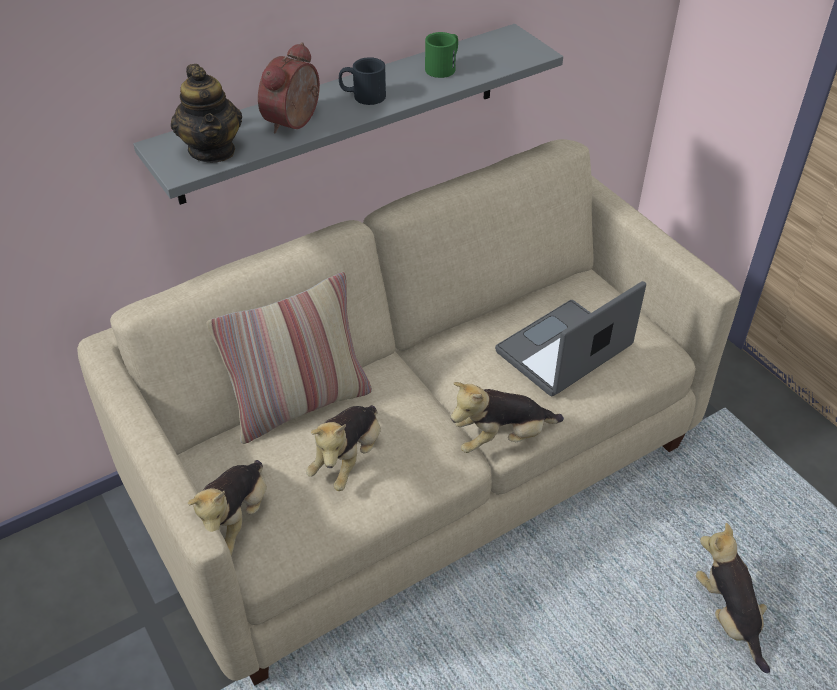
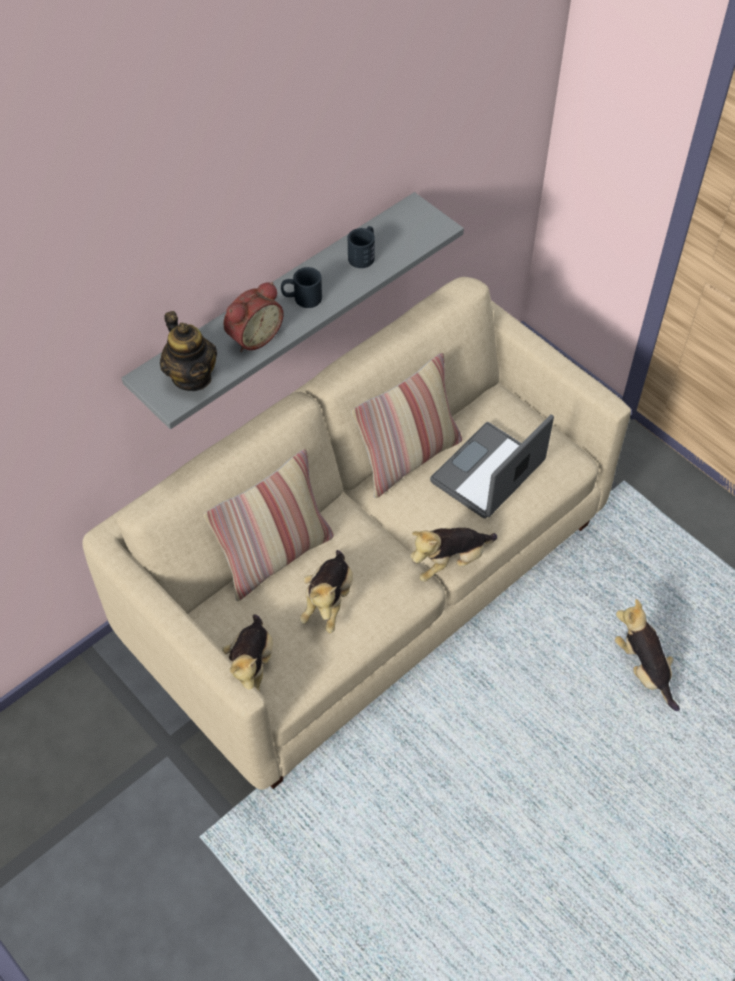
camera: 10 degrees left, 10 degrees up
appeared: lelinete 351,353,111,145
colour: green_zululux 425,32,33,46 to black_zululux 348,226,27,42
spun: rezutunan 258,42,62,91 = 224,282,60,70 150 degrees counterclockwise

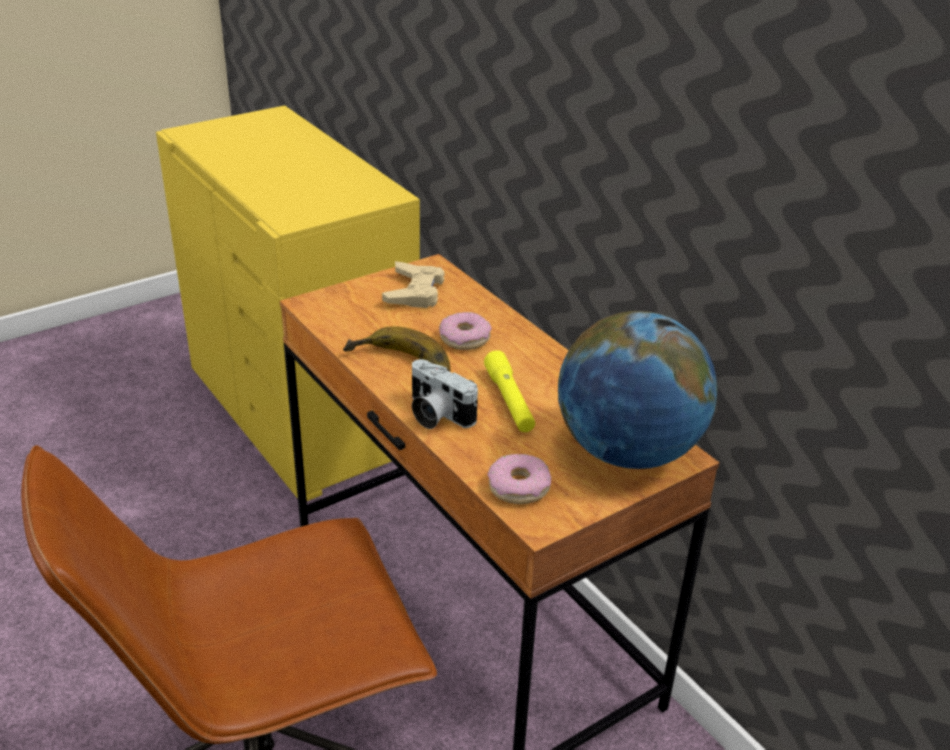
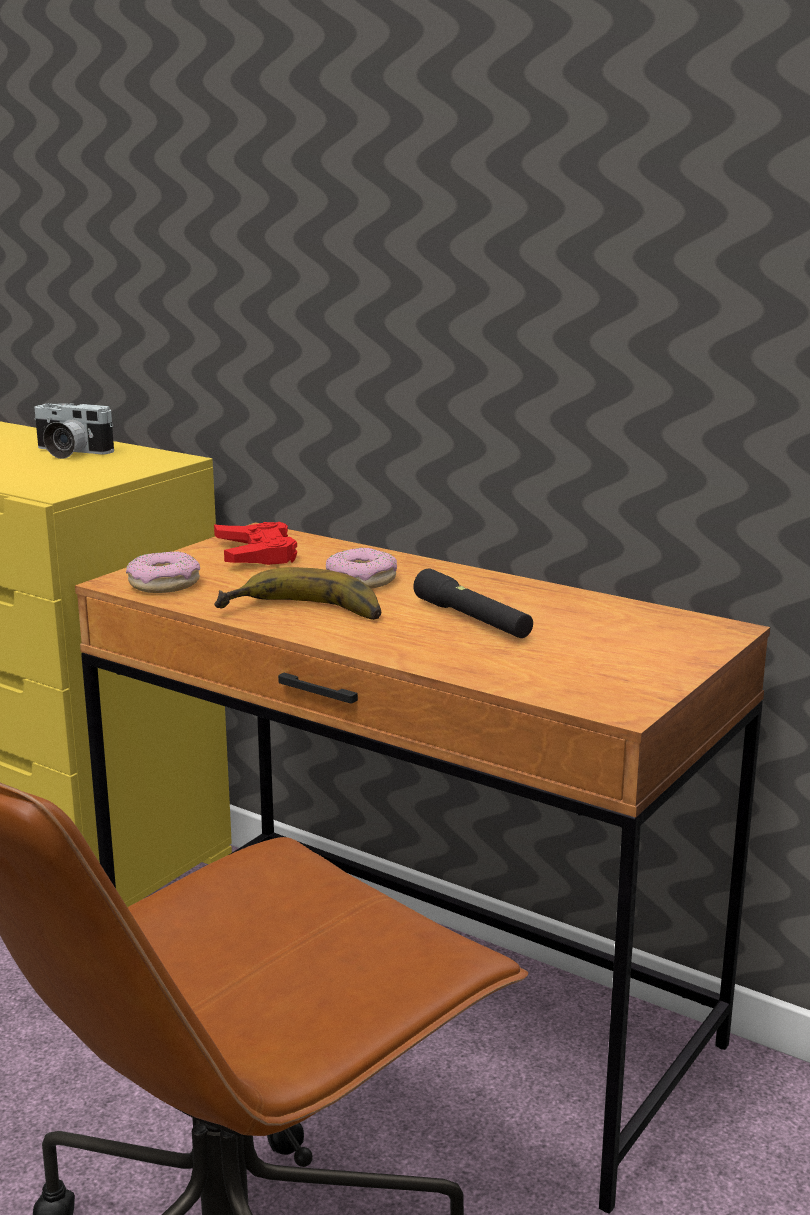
camera: 20 degrees left, 15 degrees down
missing: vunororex 558,311,160,158
relocated: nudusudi 412,359,66,70 to 34,403,80,56; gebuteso 487,454,64,50 to 126,551,74,42
colour: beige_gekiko 382,261,63,47 to red_gekiko 214,522,83,43; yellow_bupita 484,350,51,82 to black_bupita 413,569,120,69

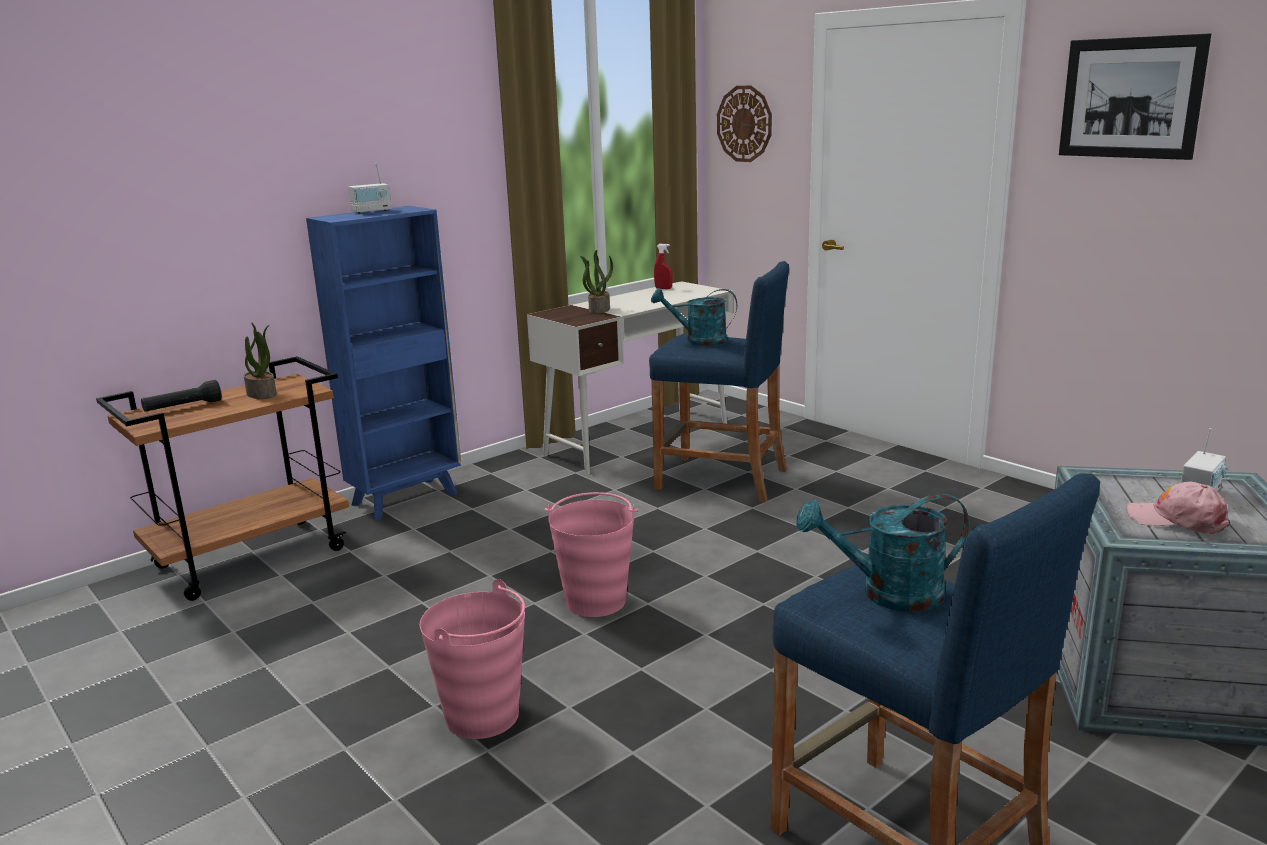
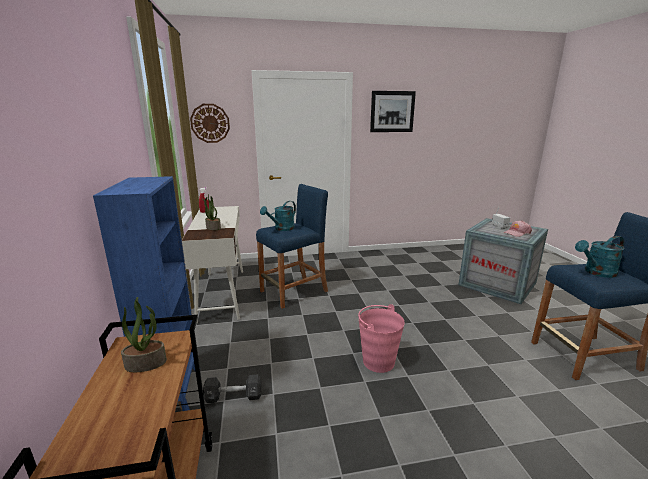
camera: 60 degrees left, 0 degrees up
missing: black_bupita 141,380,81,32; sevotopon 348,164,44,50; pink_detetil 420,579,105,160
appeared: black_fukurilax 203,375,59,28
spun: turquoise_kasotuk 796,494,173,118 = 575,236,50,42 45 degrees clockwise

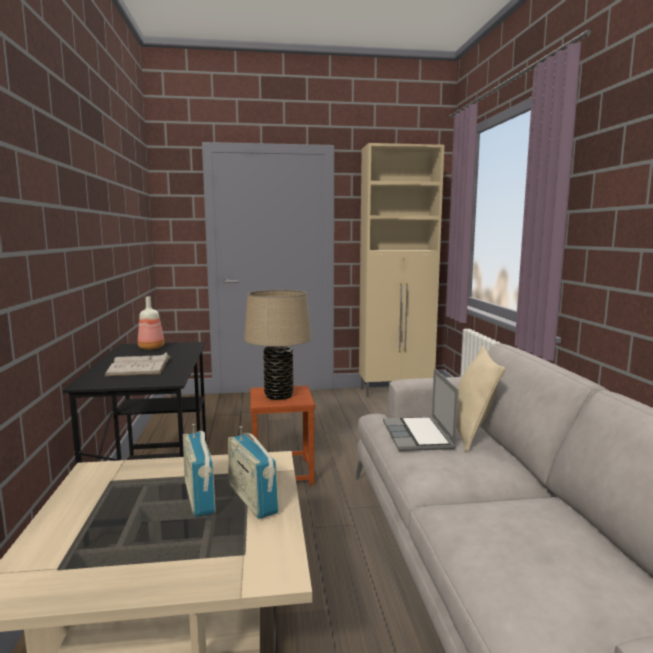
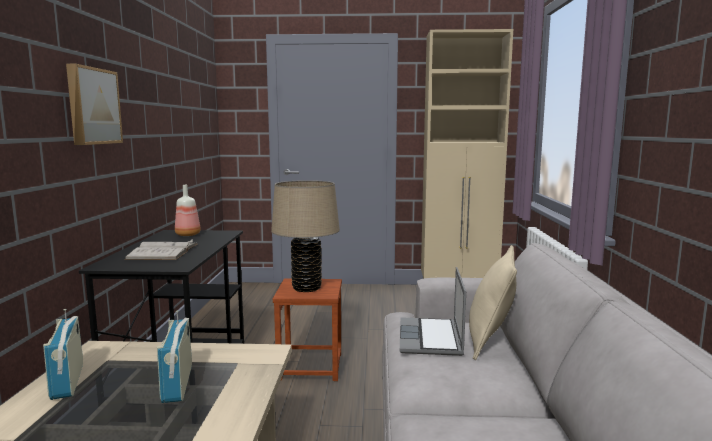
camera: 10 degrees right, 0 degrees up
appeared: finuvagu 66,64,57,81
relocated: sevotopon 228,426,51,93 to 43,309,40,91

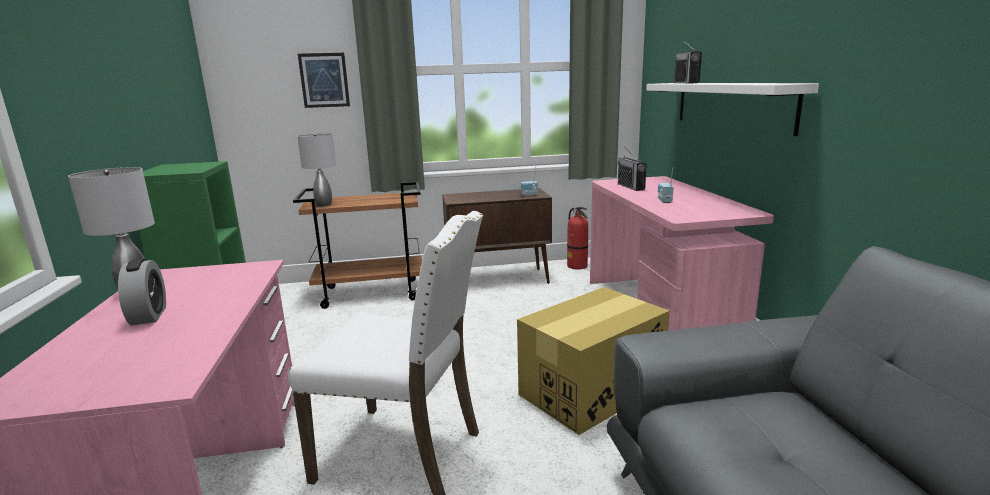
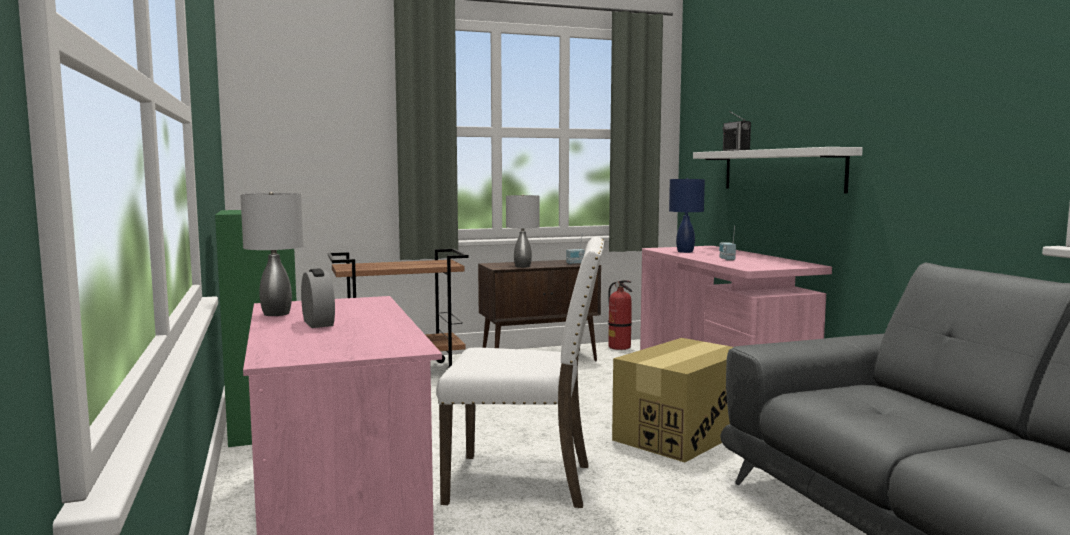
camera: 10 degrees left, 10 degrees down
missing: finuvagu 298,53,52,55
relocated: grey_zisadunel 297,133,39,74 to 506,194,33,74
exchanged: sevotopon 618,148,29,43 to blue_zisadunel 669,178,36,75

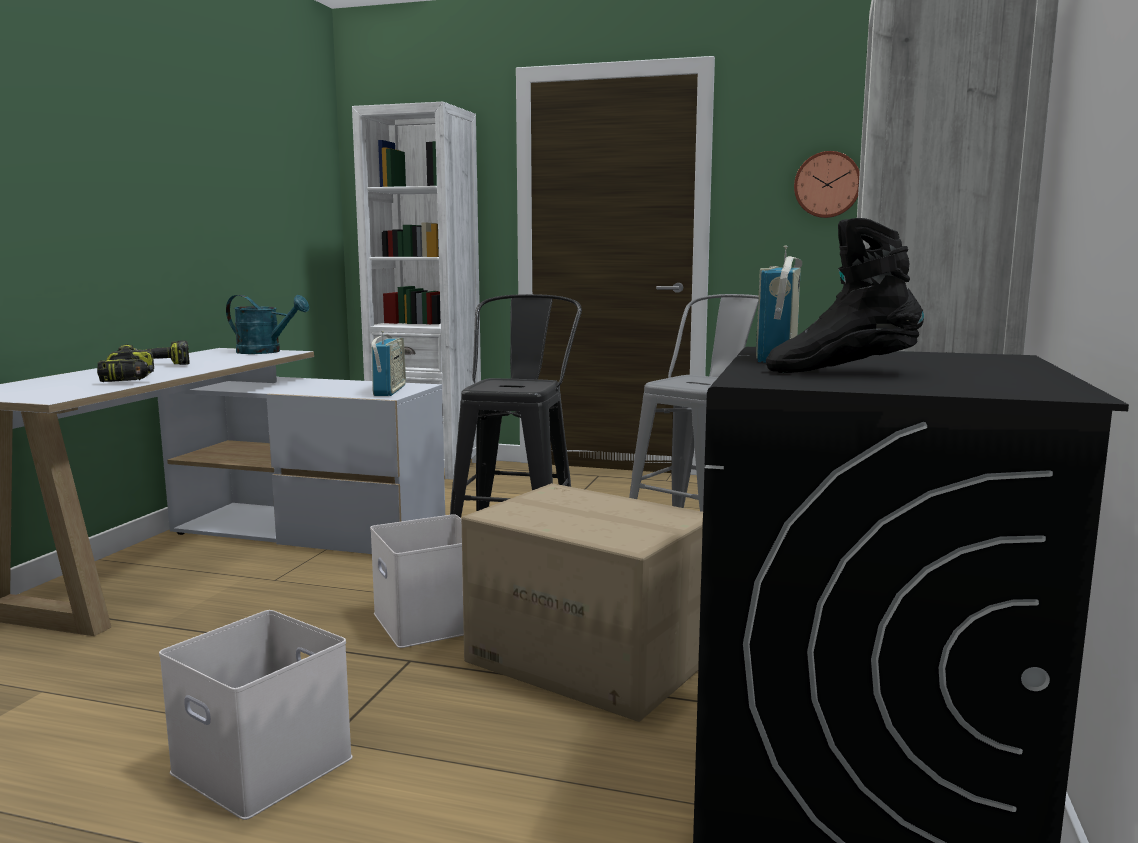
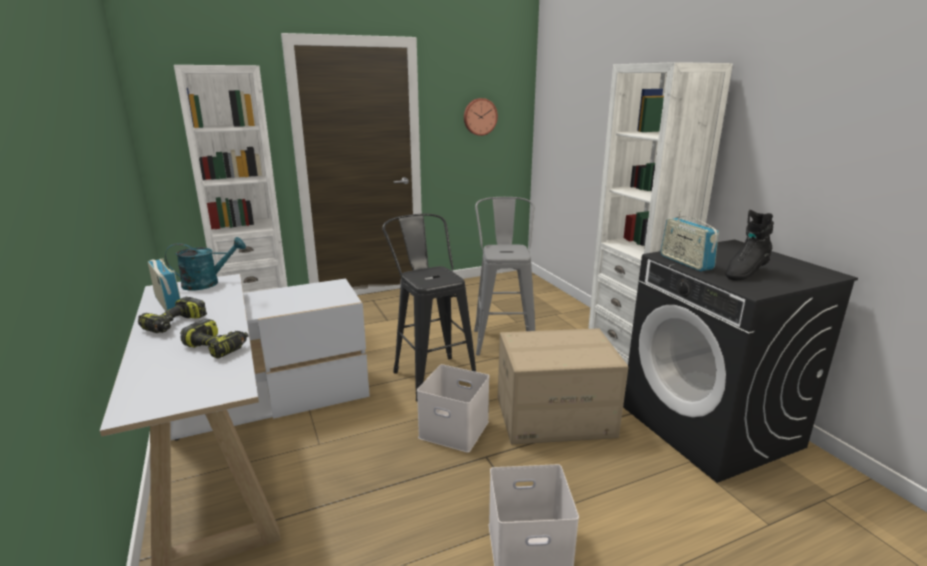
camera: 40 degrees left, 10 degrees up
relocated: sevotopon 372,331,34,65 to 148,258,33,54

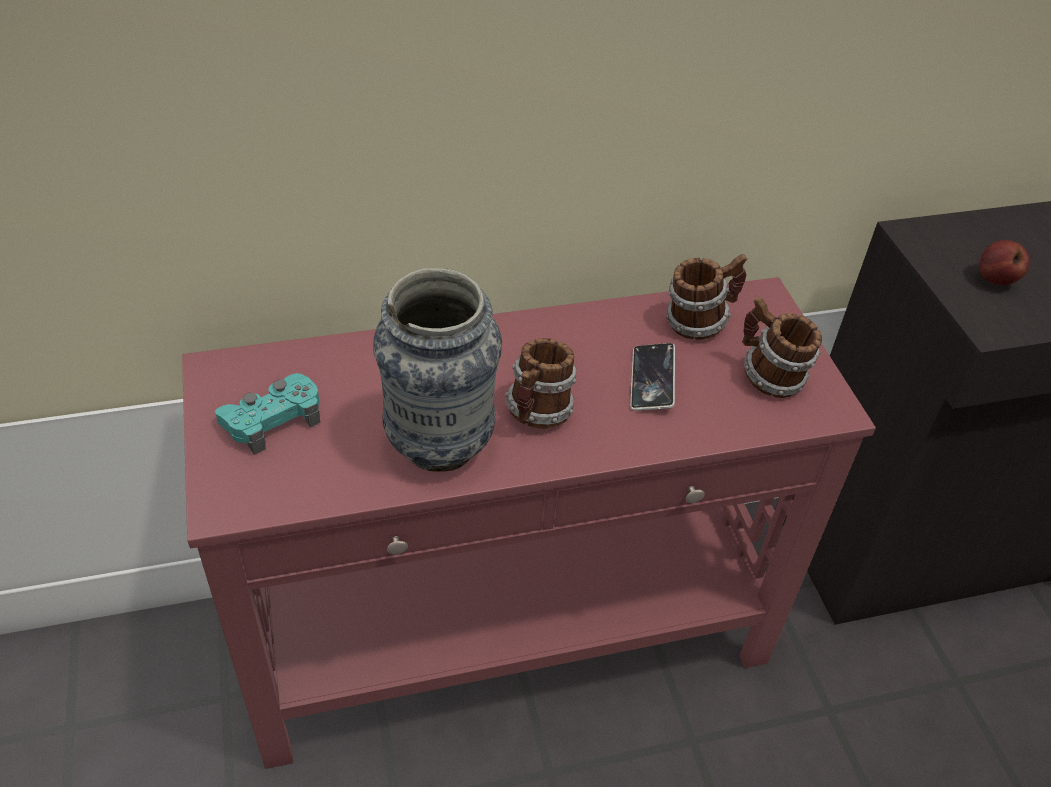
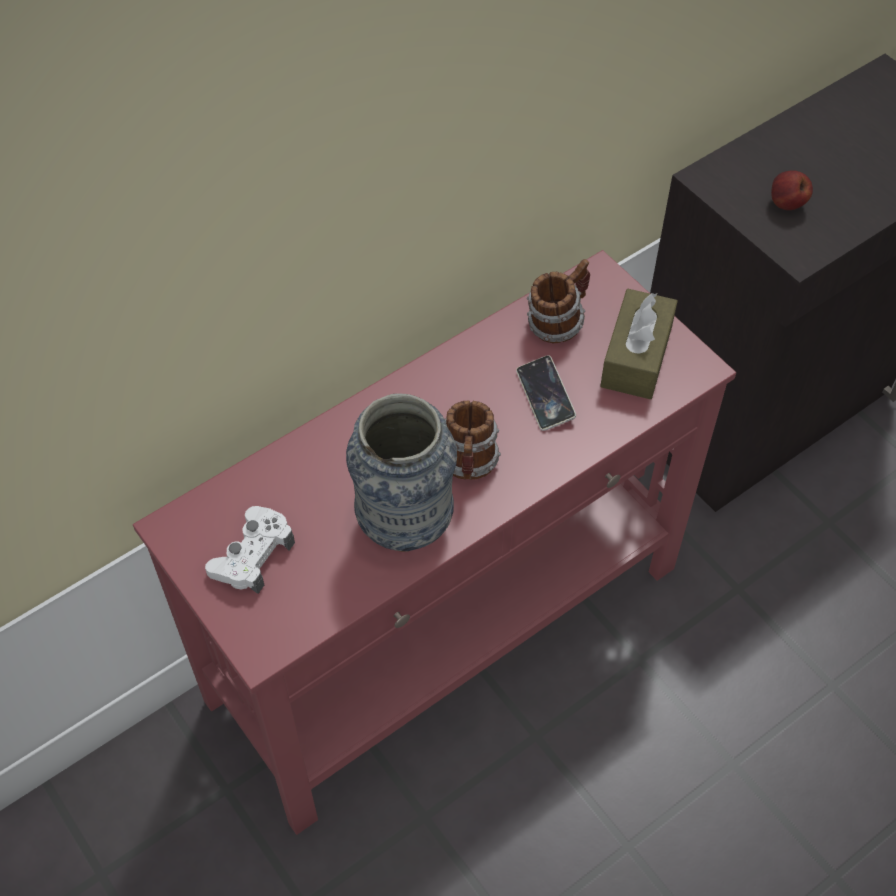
camera: 20 degrees left, 10 degrees up
exchanged: zululux 742,297,80,101 to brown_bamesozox 600,289,78,110
colour: turquoise_gekiko 215,373,105,82 to white_gekiko 205,506,90,88

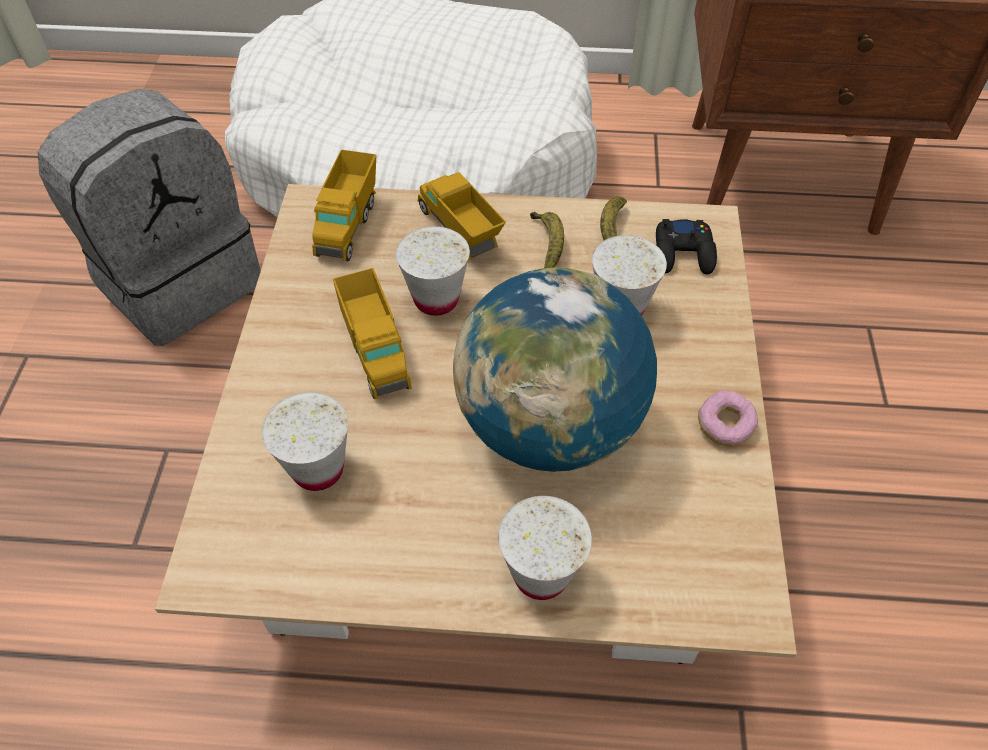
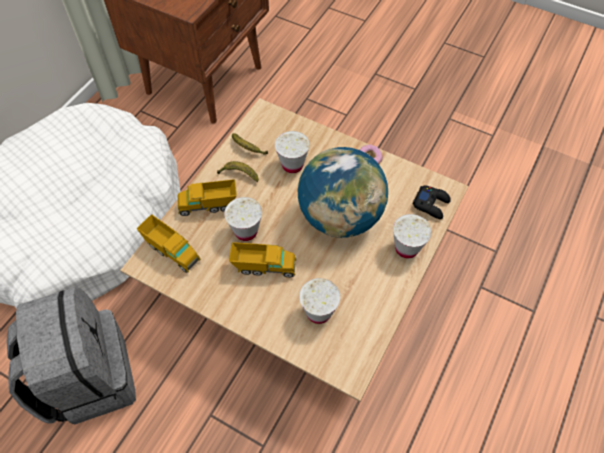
camera: 65 degrees left, 5 degrees up
relocated: black_gekiko 656,219,61,56 to 413,186,38,33

